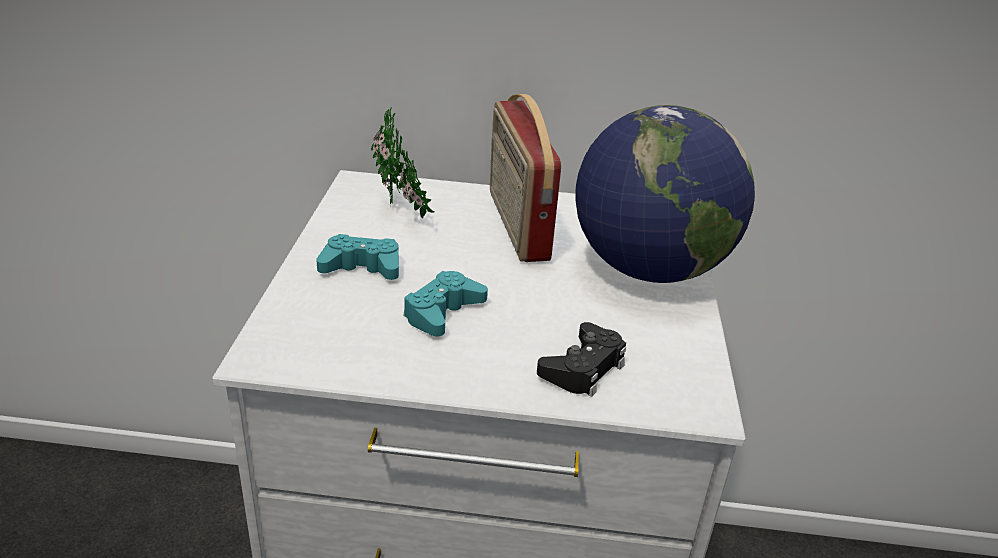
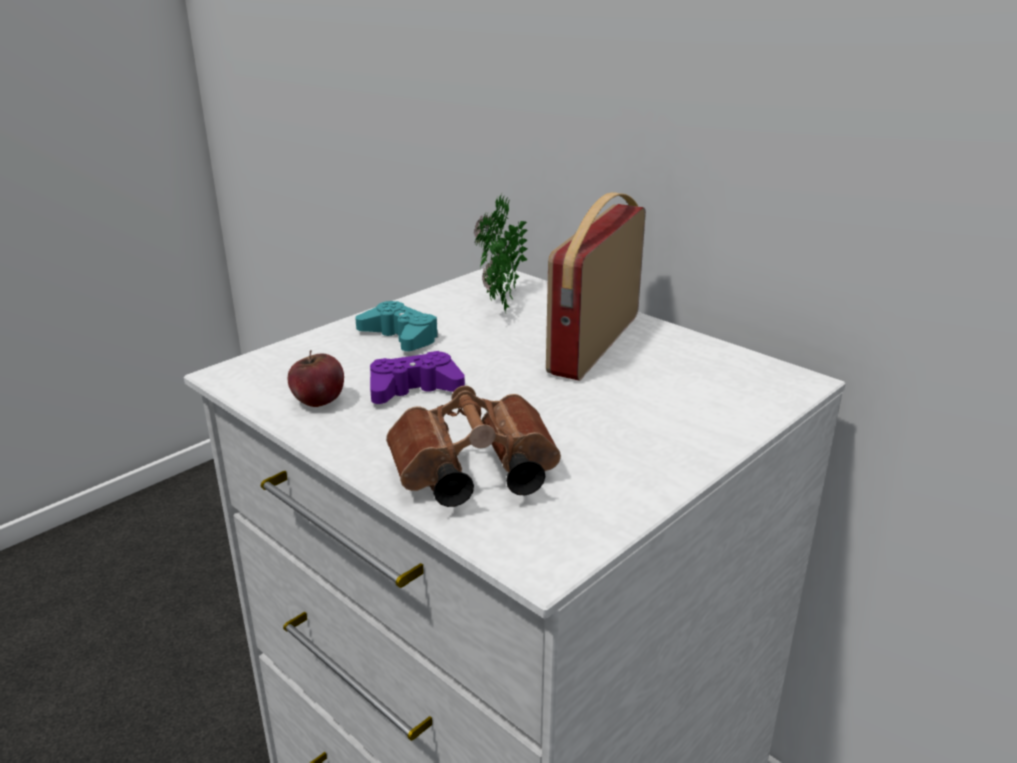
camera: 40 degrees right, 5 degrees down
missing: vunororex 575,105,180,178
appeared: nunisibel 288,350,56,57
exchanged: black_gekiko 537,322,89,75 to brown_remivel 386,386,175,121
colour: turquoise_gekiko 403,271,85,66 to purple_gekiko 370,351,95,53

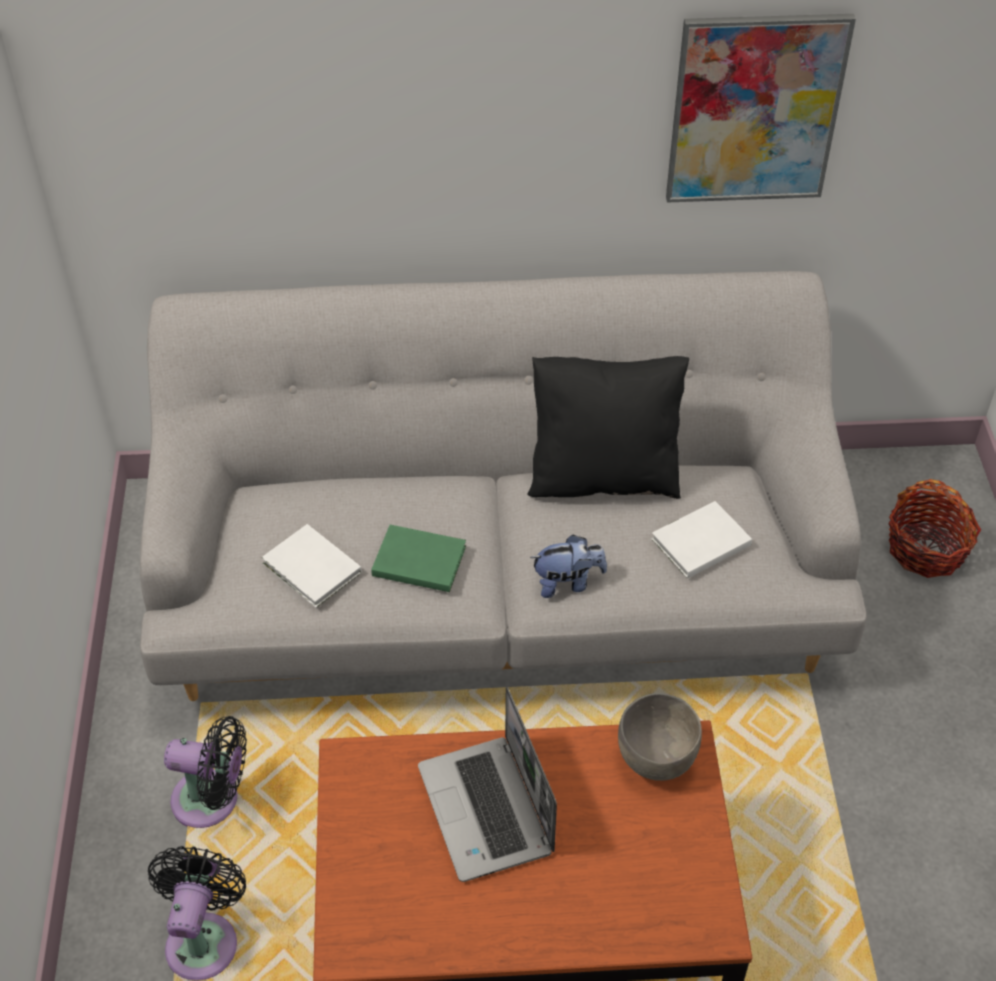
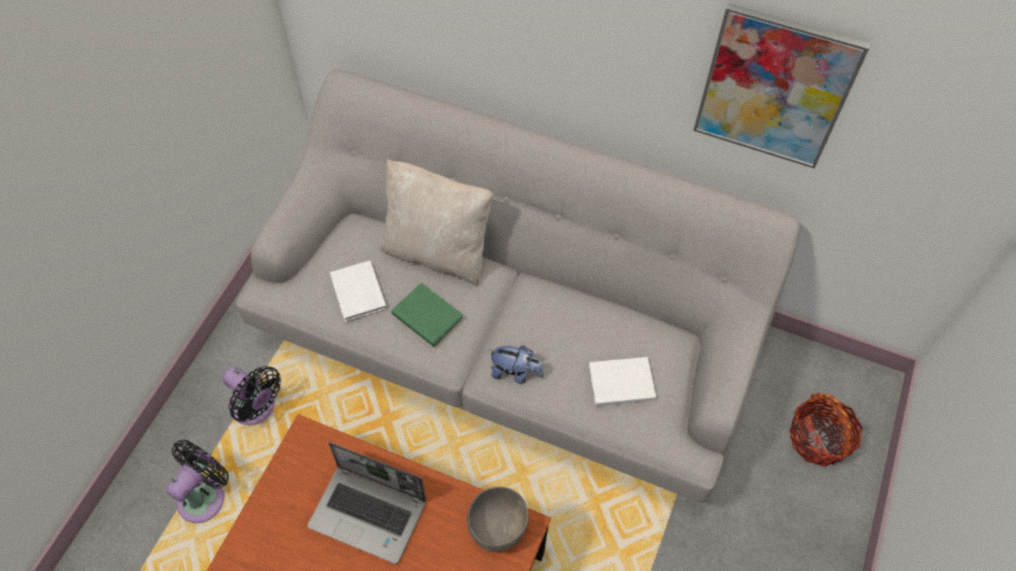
camera: 25 degrees right, 10 degrees up
missing: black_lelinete 527,356,162,143
appeared: beige_lelinete 380,159,113,126
spun: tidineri 418,687,139,195 = 308,442,118,122 75 degrees counterclockwise

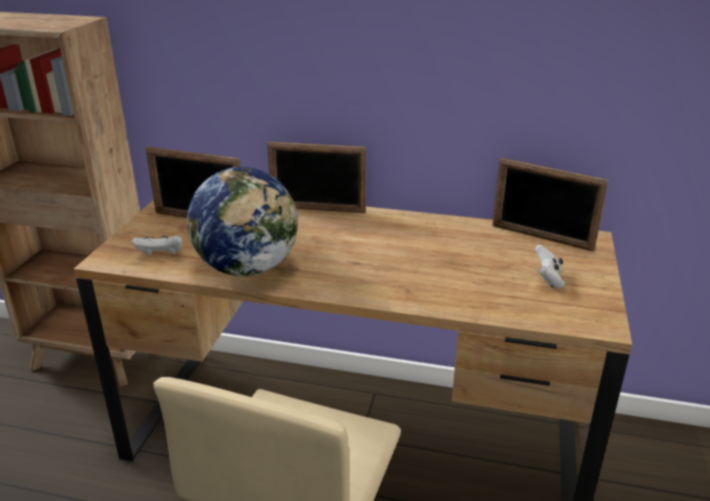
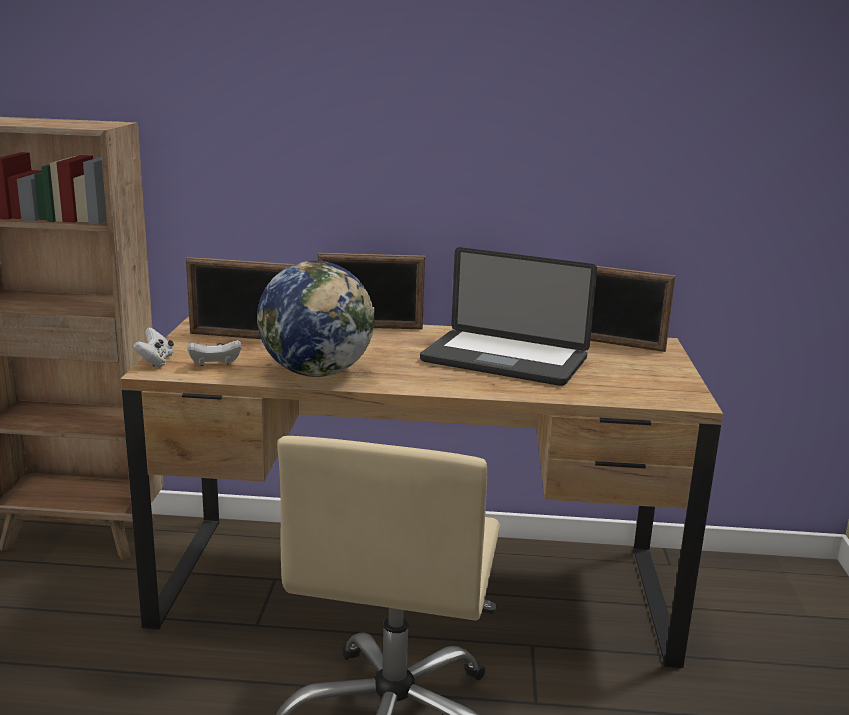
camera: 10 degrees left, 10 degrees down
appeared: tidineri 420,247,177,139
relocated: white_gekiko 535,245,30,44 to 133,327,41,40

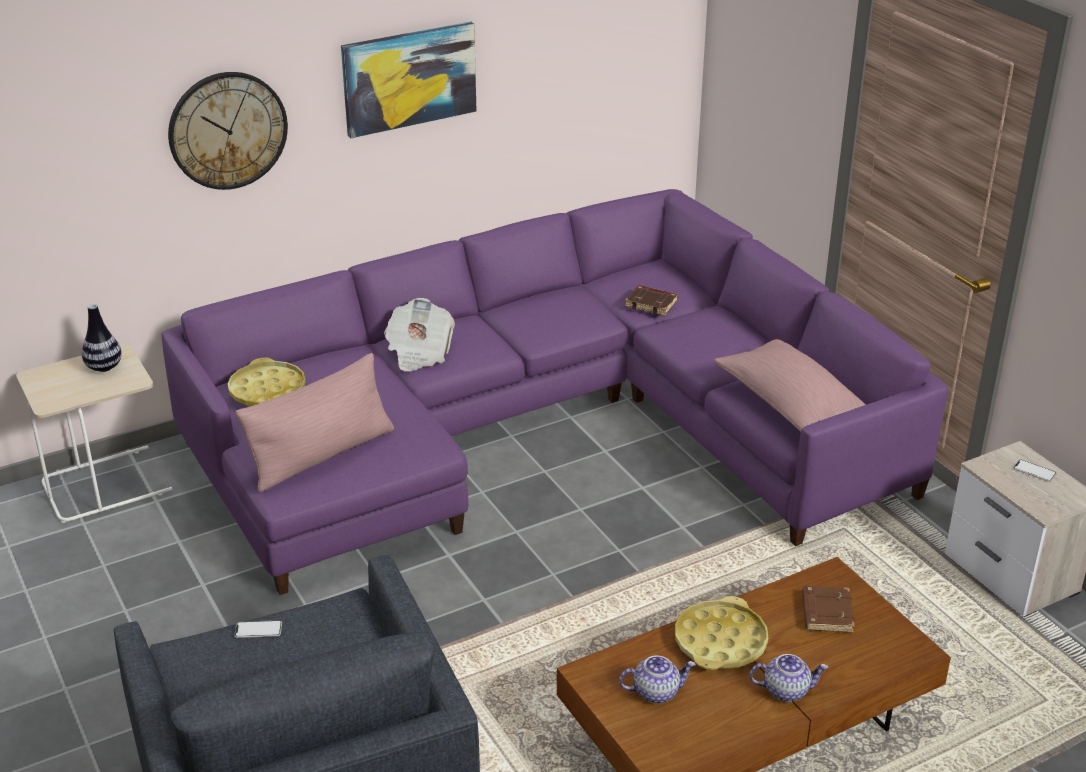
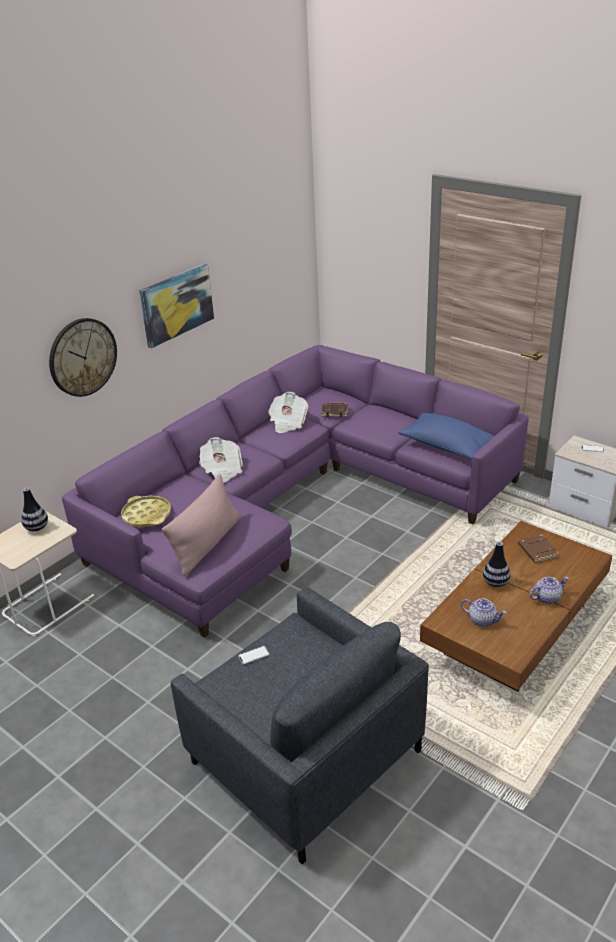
camera: 20 degrees left, 0 degrees up
appeared: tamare 268,392,40,41
exchanged: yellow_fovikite 675,596,93,74 to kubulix 483,542,28,45
colour: pink_lelinete 714,339,152,93 to blue_lelinete 398,413,96,46
spun: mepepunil 619,655,77,49 = 461,598,45,29 60 degrees clockwise

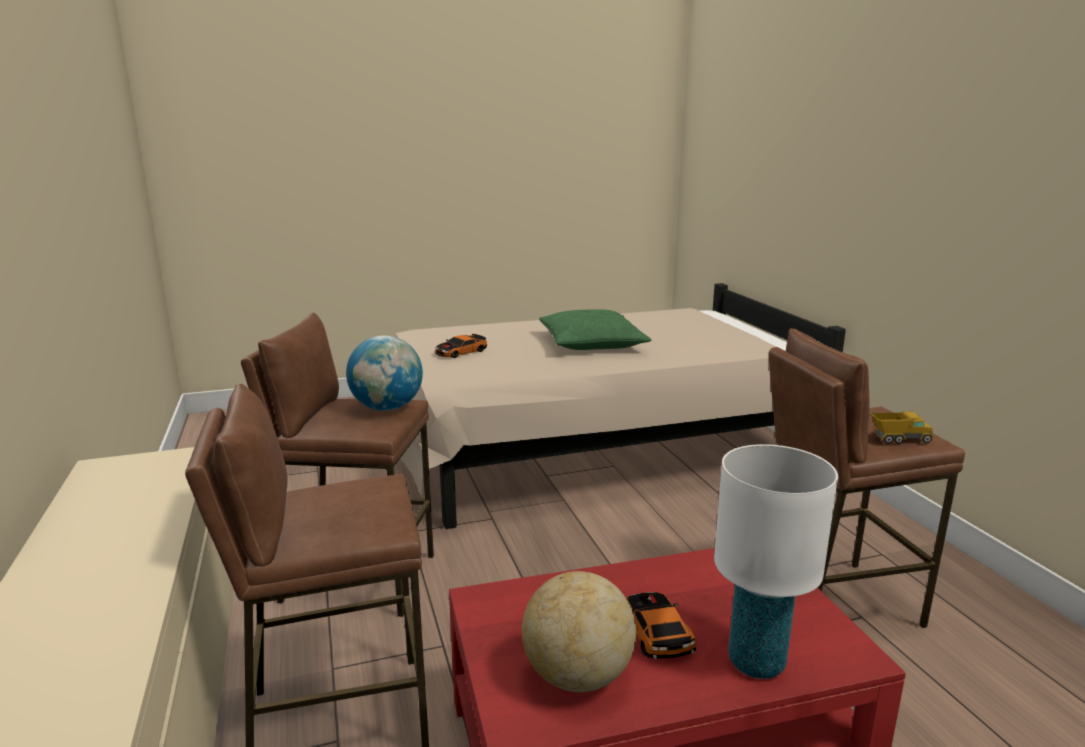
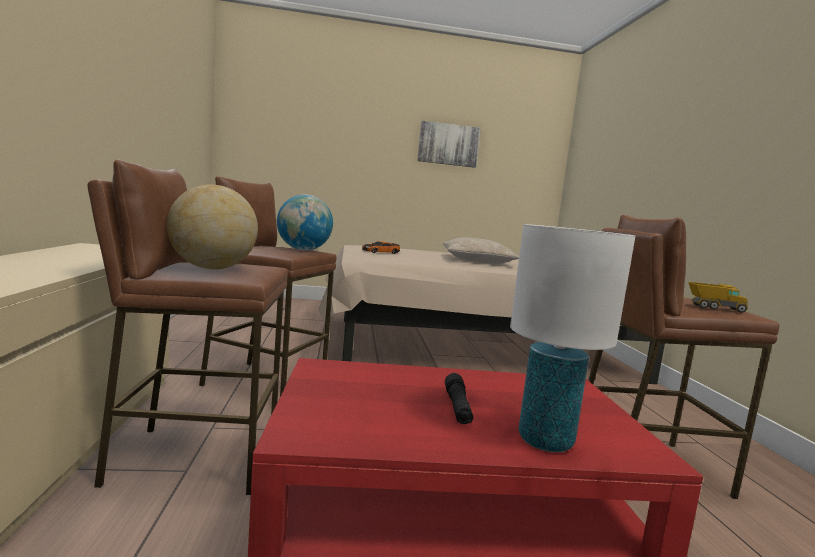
camera: 10 degrees right, 10 degrees down
appeared: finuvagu 417,121,64,47
relocated: vunororex 522,571,114,121 to 167,185,91,85
exchanged: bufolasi 627,592,69,67 to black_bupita 445,373,28,51
colour: green_lelinete 539,309,113,41 to beige_lelinete 443,237,76,27

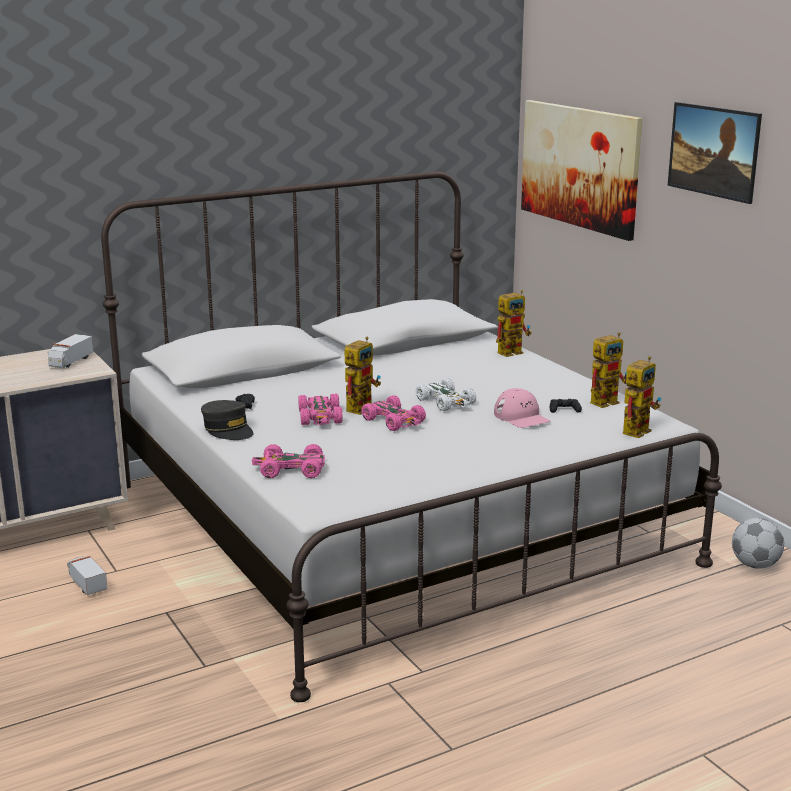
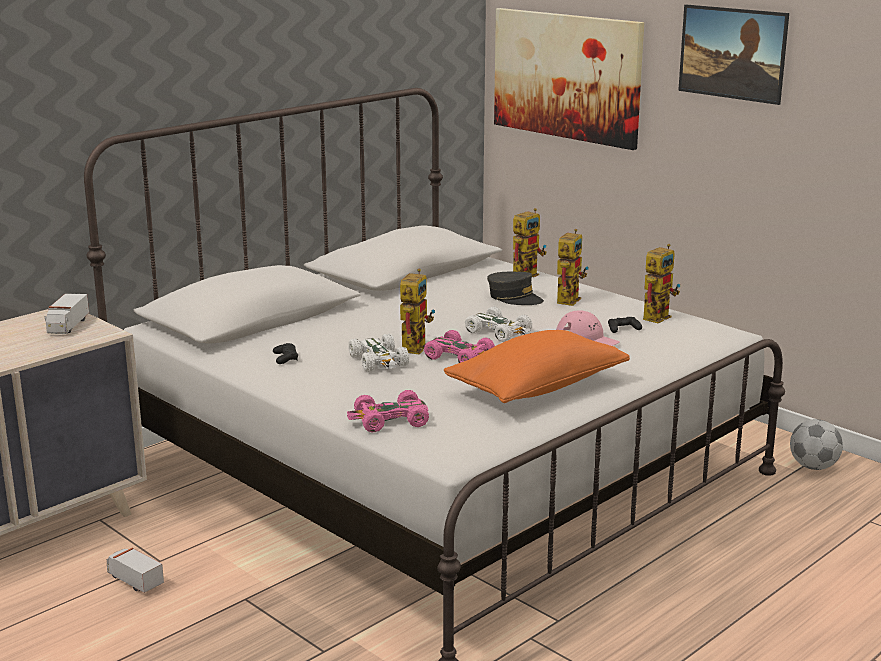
camera: 15 degrees left, 0 degrees up
appeared: orange_lelinete 444,330,186,73
relocated: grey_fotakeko 201,400,53,40 to 487,272,57,33; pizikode 623,356,38,82 to 557,229,32,77
colour: pink_bufolasi 298,393,45,32 to white_bufolasi 348,334,61,38

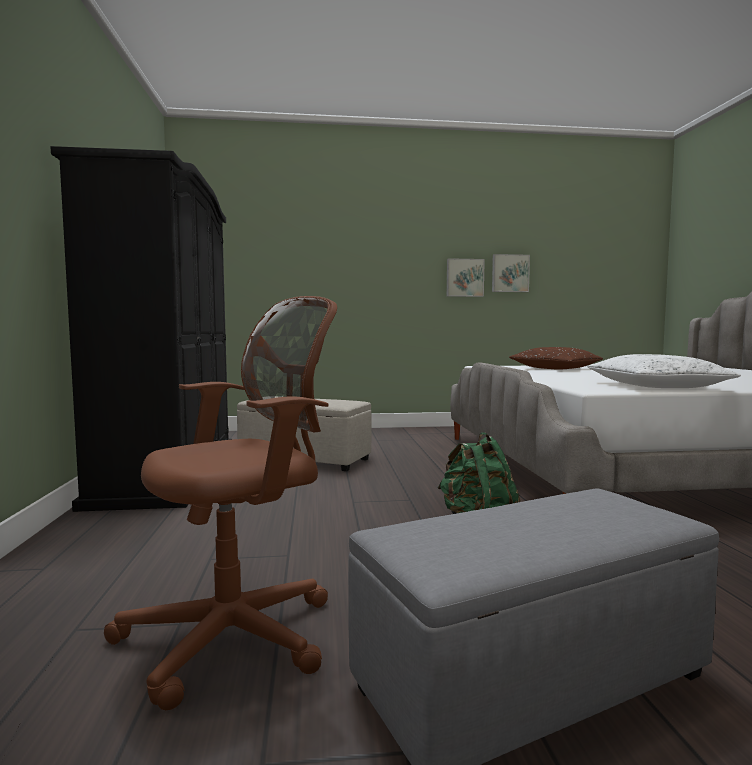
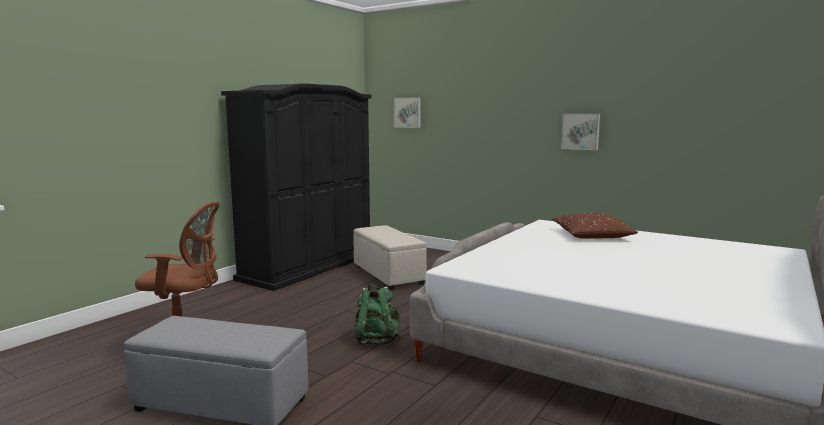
camera: 40 degrees right, 5 degrees up
missing: white_lelinete 588,354,153,34
relocated: finuvagu 492,254,38,38 to 394,97,27,31

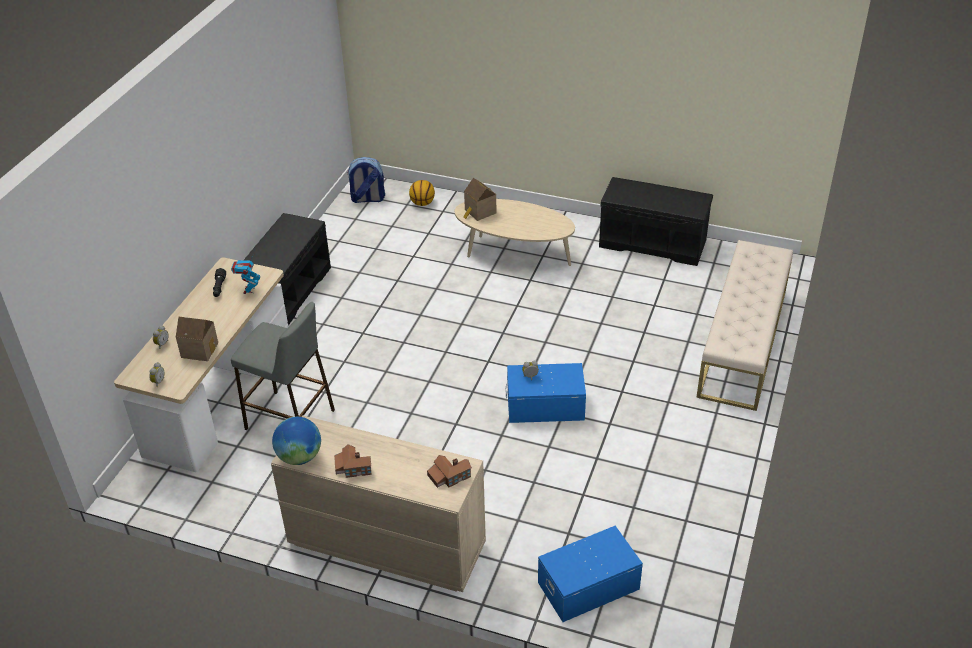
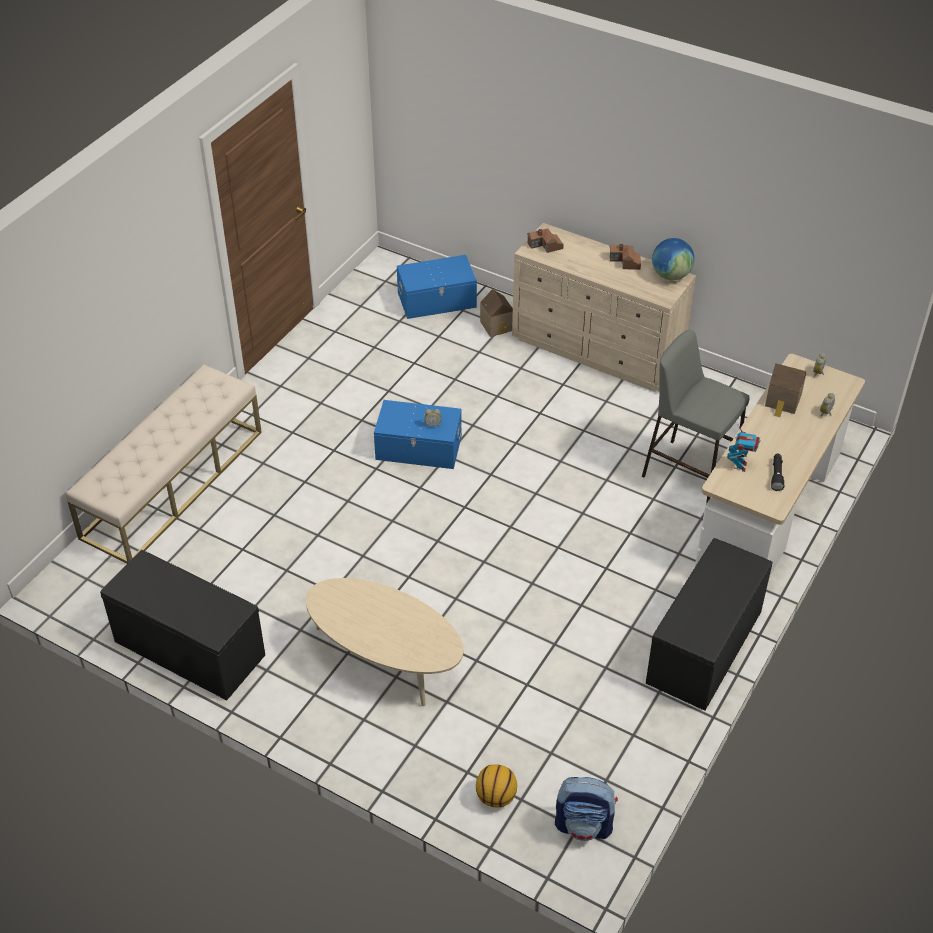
camera: 170 degrees left, 5 degrees up
relocated: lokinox 463,178,34,43 to 480,289,33,48

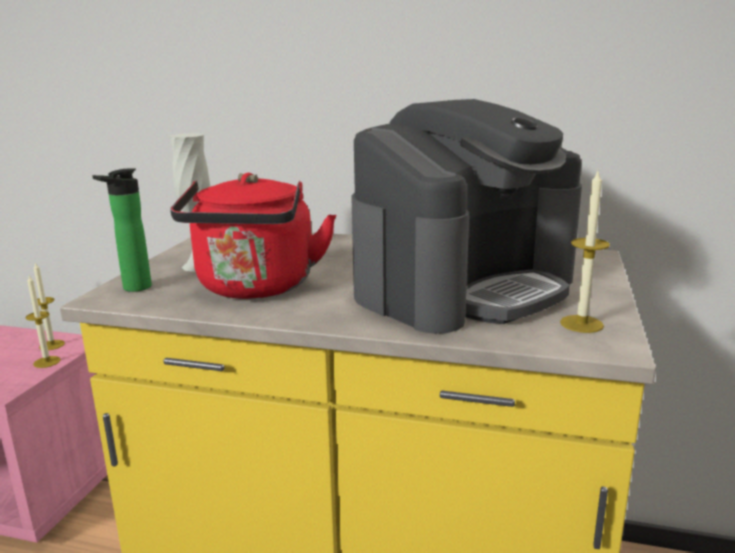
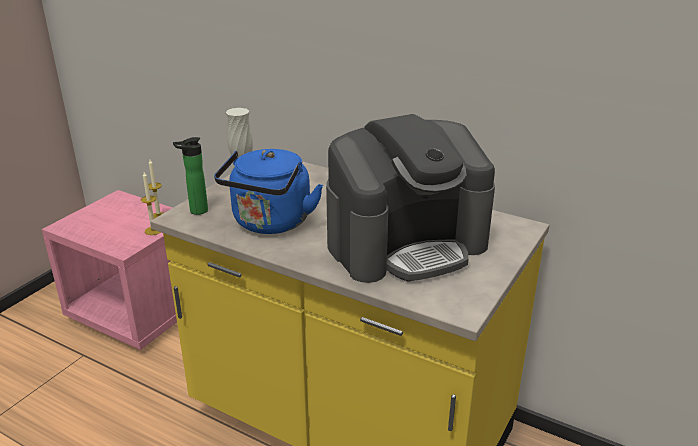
camera: 15 degrees right, 10 degrees up
missing: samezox 560,171,50,162
colour: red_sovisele 170,173,166,126 to blue_sovisele 214,149,109,85

